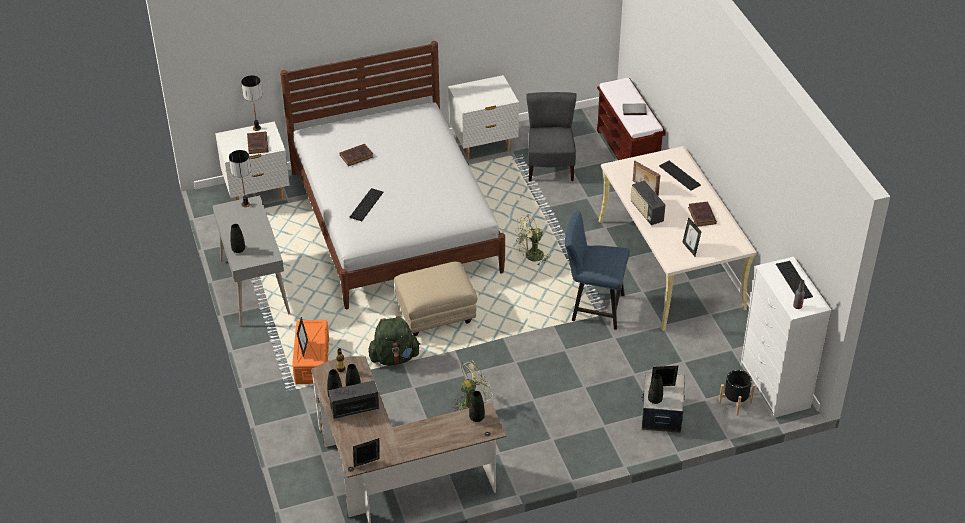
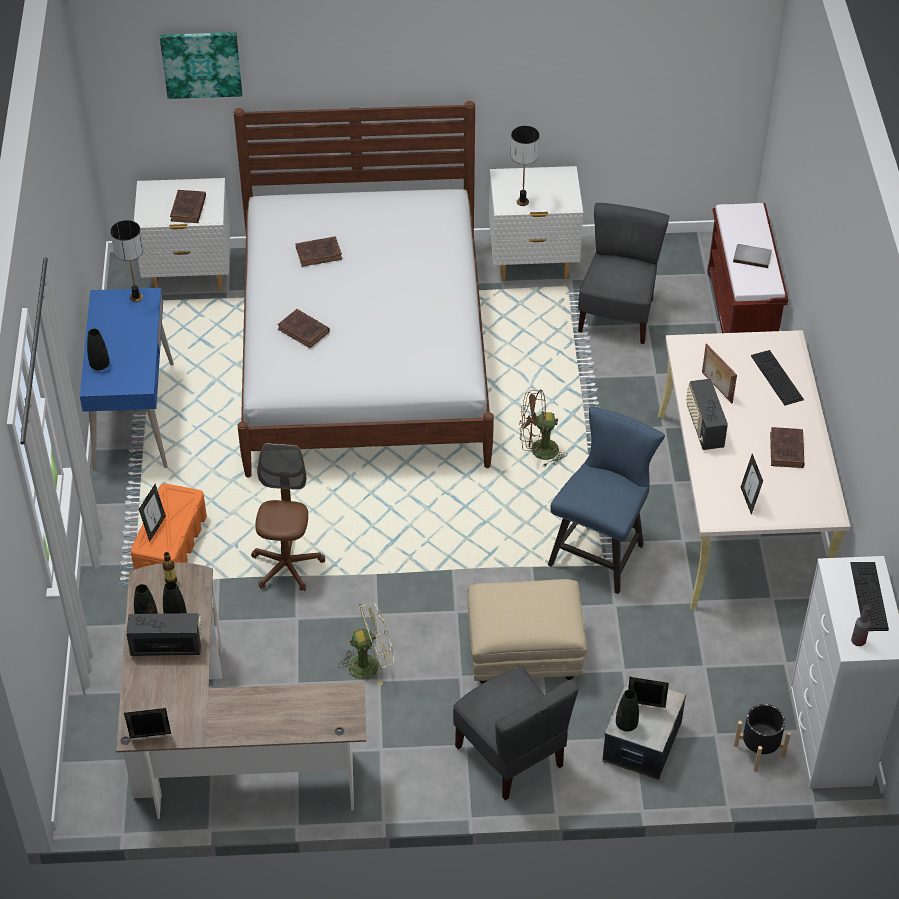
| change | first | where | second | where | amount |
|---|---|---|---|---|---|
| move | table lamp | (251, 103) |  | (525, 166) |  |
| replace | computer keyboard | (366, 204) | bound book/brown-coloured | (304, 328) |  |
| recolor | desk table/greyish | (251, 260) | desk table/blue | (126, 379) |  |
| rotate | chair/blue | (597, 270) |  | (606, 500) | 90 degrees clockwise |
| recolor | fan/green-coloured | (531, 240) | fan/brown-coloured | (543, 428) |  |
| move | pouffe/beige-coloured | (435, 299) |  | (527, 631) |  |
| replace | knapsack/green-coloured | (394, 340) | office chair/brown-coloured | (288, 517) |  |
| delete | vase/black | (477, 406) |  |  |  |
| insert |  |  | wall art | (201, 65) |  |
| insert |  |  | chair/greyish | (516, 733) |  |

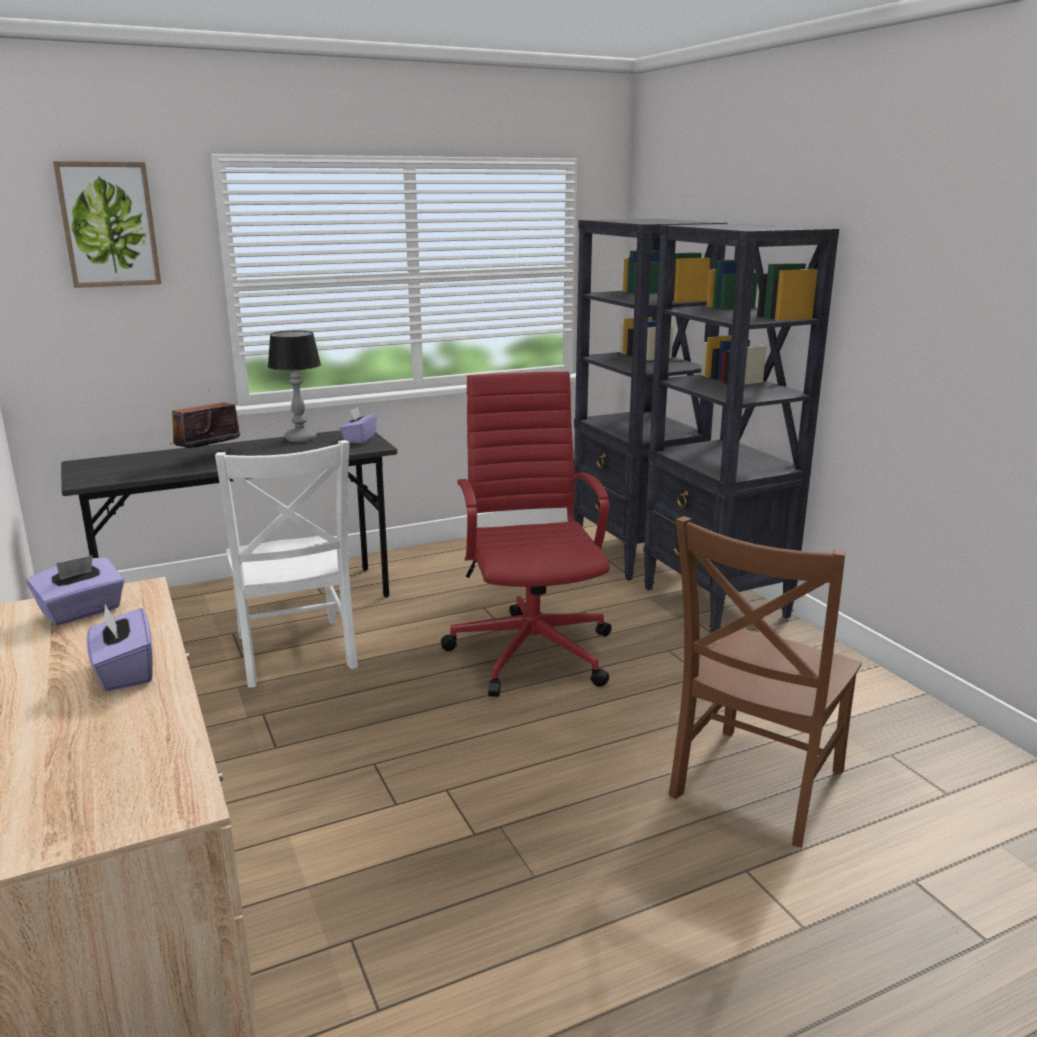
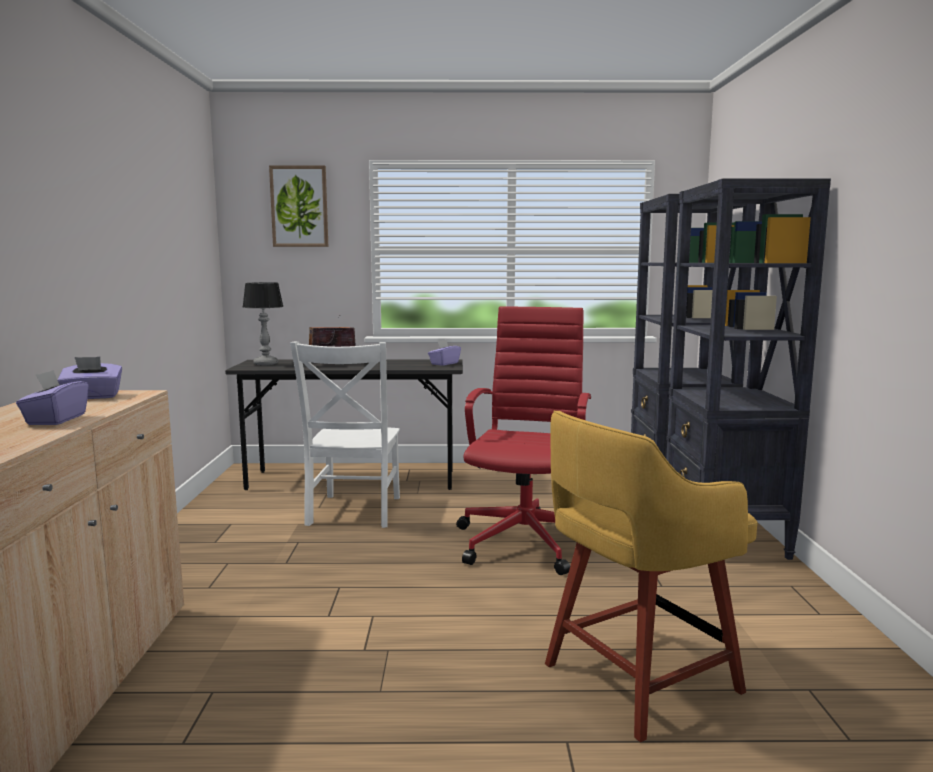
| change | first | where | second | where | amount |
|---|---|---|---|---|---|
| move | table lamp | (294, 386) |  | (263, 323) |  |
| replace | chair/brown-coloured | (765, 682) | stool seat/yellowish | (651, 576) |  |

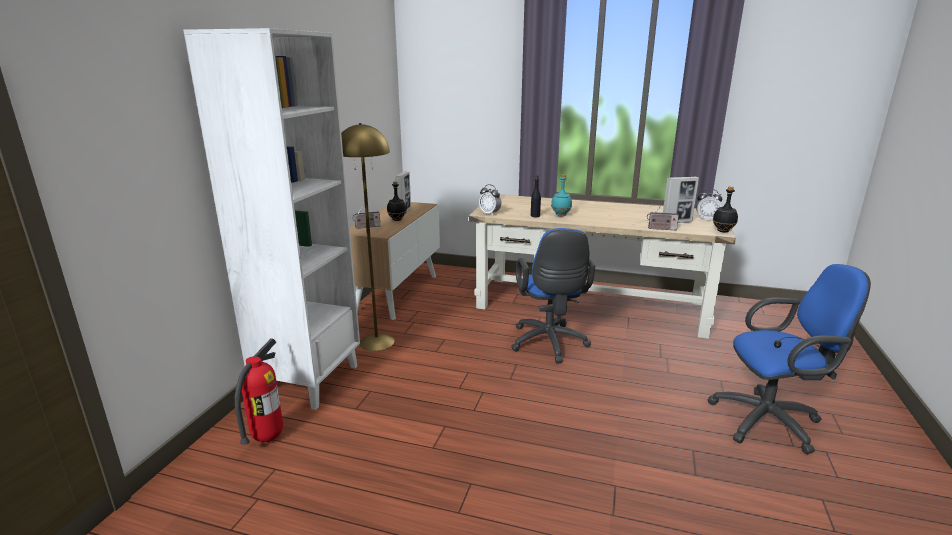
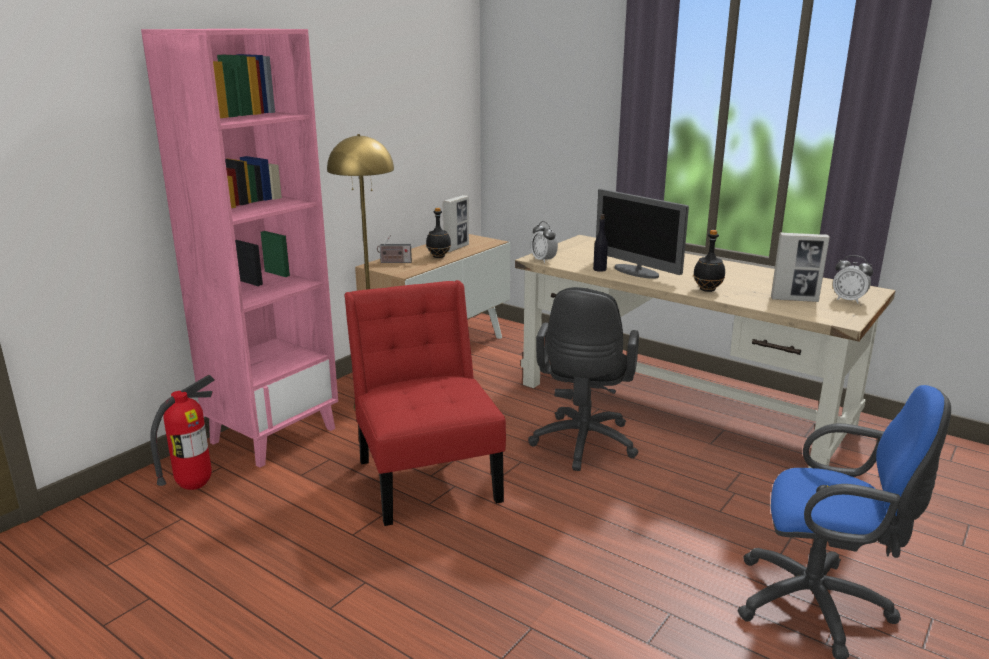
| change | first | where | second | where | amount |
|---|---|---|---|---|---|
| recolor | shelving unit/whitish | (271, 219) | shelving unit/pinkish | (239, 248) |  |
| replace | beverage bottle/blue-green | (561, 195) | monitor | (642, 234) |  |
| move | beverage bottle/black | (725, 209) |  | (709, 261) |  |
| delete | radio receiver | (663, 218) |  |  |  |
| recolor | office chair/blue | (553, 296) | office chair/black | (583, 379) |  |
| insert |  |  | chair/reddish | (425, 403) |  |

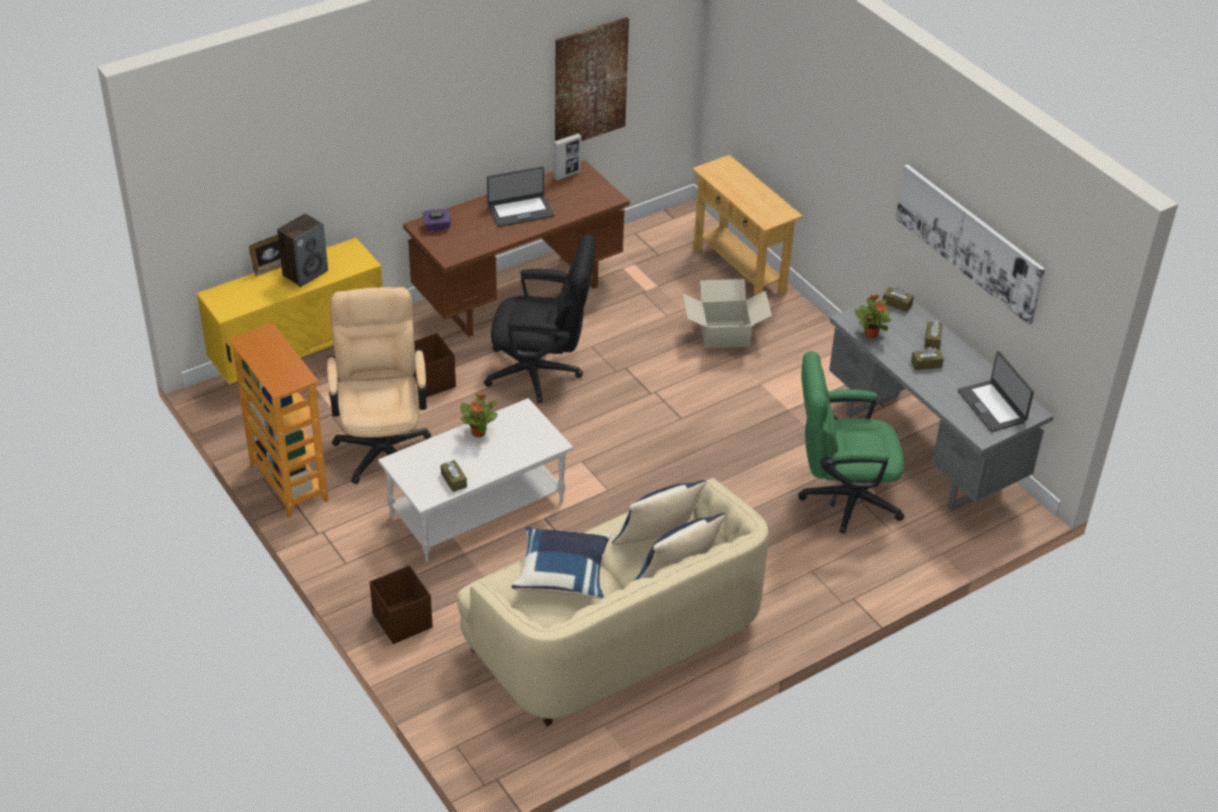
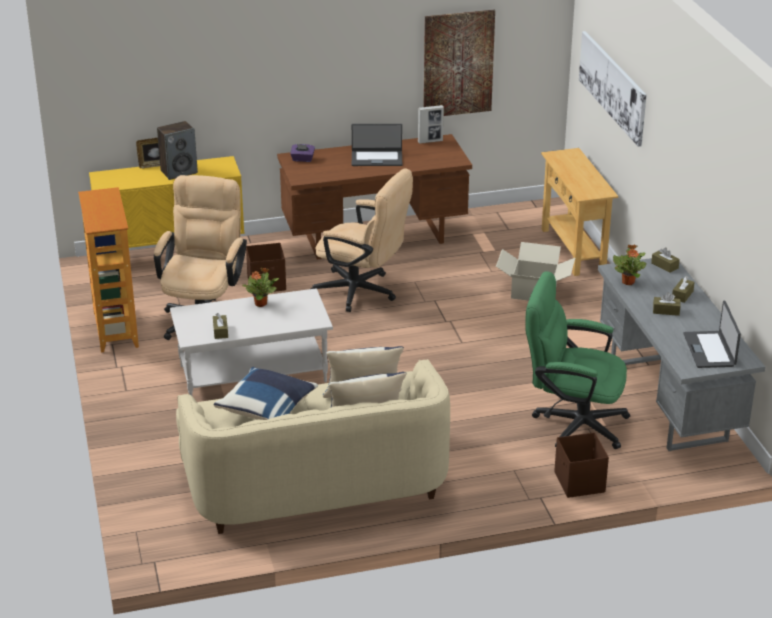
| change | first | where | second | where | amount |
|---|---|---|---|---|---|
| move | wall art | (970, 244) |  | (613, 89) |  |
| recolor | office chair/black | (540, 319) | office chair/beige-coloured | (361, 240) |  |
| move | storage bin/brown-coloured | (401, 604) |  | (581, 465) |  |

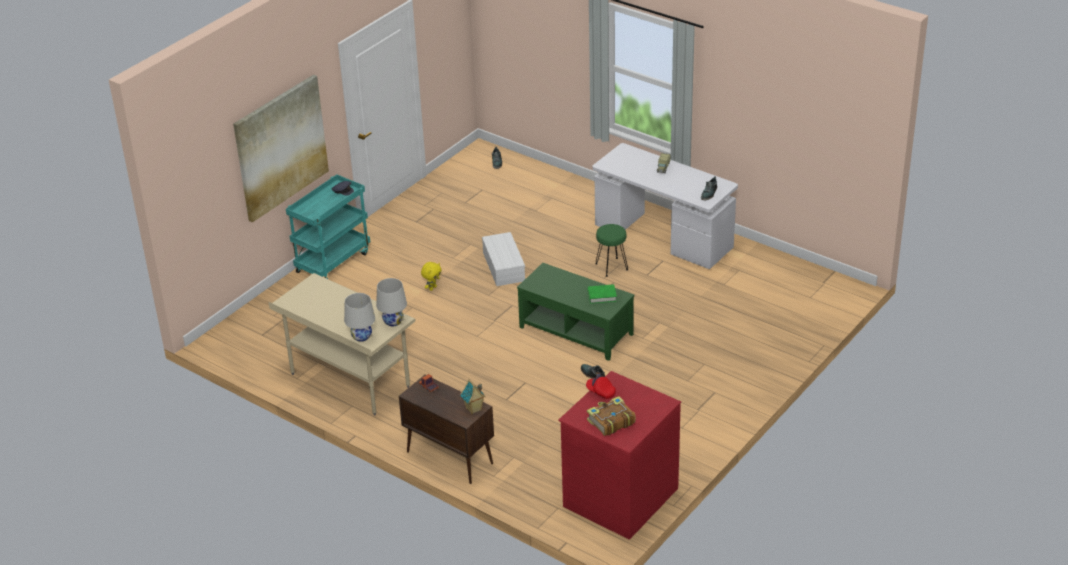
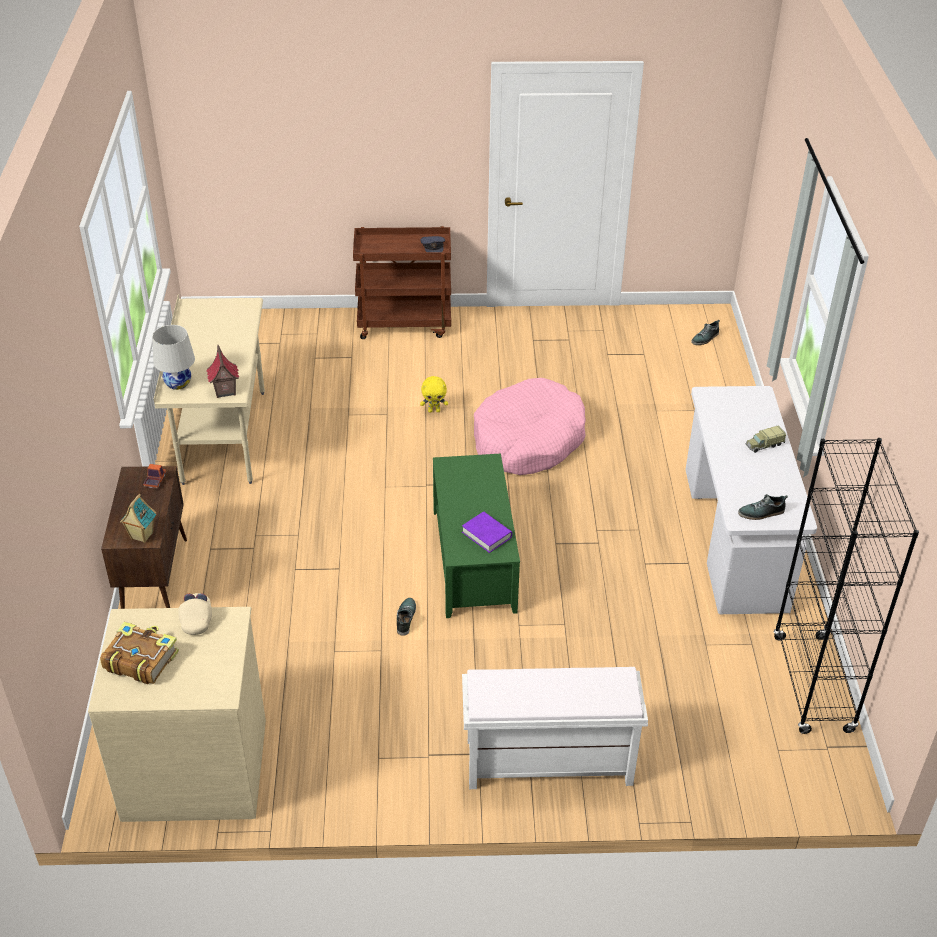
| change | first | where | second | where | amount |
|---|---|---|---|---|---|
| delete | wall art | (281, 149) |  |  |  |
| recolor | wheeled cart/blue-green | (328, 226) | wheeled cart/brown-coloured | (402, 282) |  |
| delete | stool seat/green-coloured | (611, 250) |  |  |  |
| replace | storage bin/whitish | (503, 259) | dog bed/pinkish | (530, 426) |  |
| replace | table lamp/whitish | (391, 302) | model house | (223, 371) |  |
| recolor | bound book/green-coloured | (602, 294) | bound book/purple | (487, 532) |  |
| recolor | chest of drawers/reddish | (619, 455) | chest of drawers/beige-coloured | (177, 714) |  |
| recolor | baseball cap/reddish | (601, 386) | baseball cap/beige-coloured | (195, 614) |  |
| insert |  |  | shelving unit/black | (846, 586) |  |
| insert |  |  | indoor bench/whitish | (555, 728) |  |

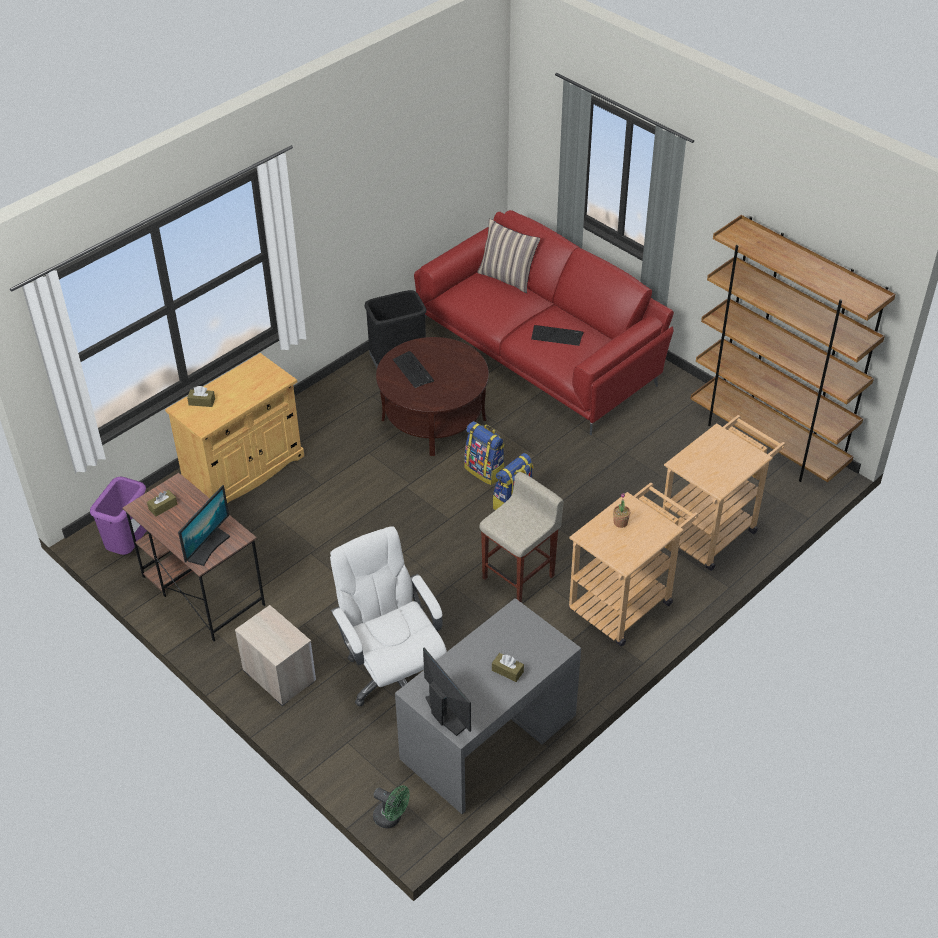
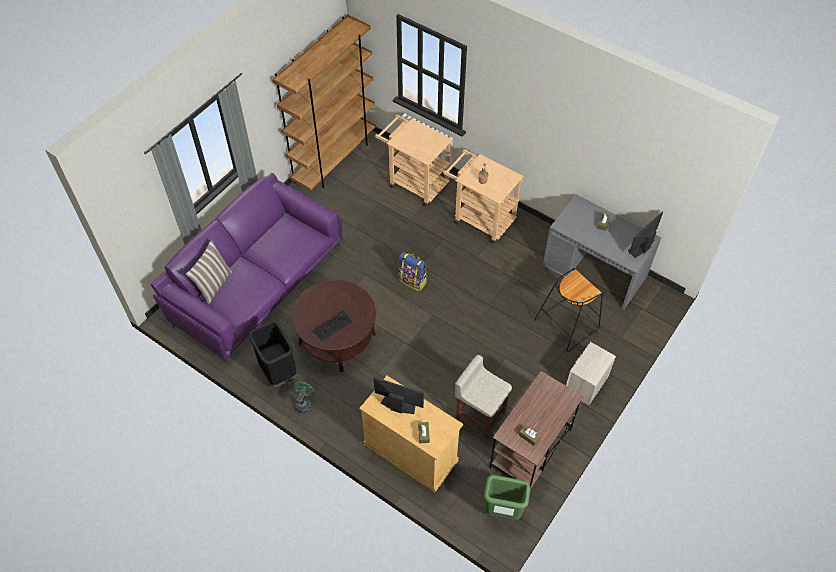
| change | first | where | second | where | amount |
|---|---|---|---|---|---|
| recolor | sofa/reddish | (544, 322) | sofa/purple | (247, 269) |  |
| delete | computer keyboard | (557, 335) |  |  |  |
| delete | knapsack | (484, 453) |  |  |  |
| move | stool seat/beige-coloured | (521, 537) |  | (483, 397) |  |
| recolor | rubbish bin/purple | (118, 516) | rubbish bin/green-coloured | (507, 497) |  |
| move | monitor | (204, 525) |  | (398, 395) |  |
| replace | office chair/whitish | (388, 616) | stool seat/black | (568, 310) |  |
| move | fan/green-coloured | (391, 806) |  | (304, 397) |  |

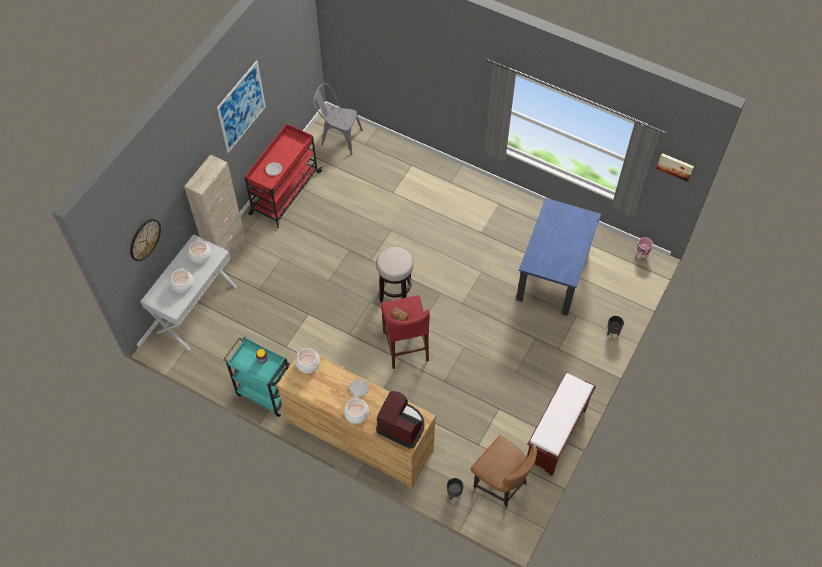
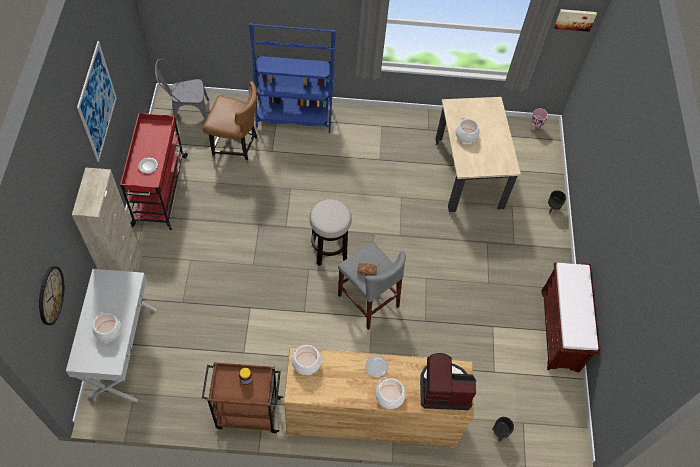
| change | first | where | second | where | amount |
|---|---|---|---|---|---|
| recolor | dining table/blue | (558, 257) | dining table/beige-coloured | (478, 154) |  |
| move | cooking pot | (199, 251) |  | (467, 130) |  |
| recolor | stool seat/reddish | (405, 332) | stool seat/greyish | (372, 286) |  |
| recolor | wheeled cart/blue-green | (256, 377) | wheeled cart/brown-coloured | (242, 397) |  |
| move | chair/brown-coloured | (504, 472) |  | (231, 122) |  |
| insert |  |  | shelving unit/blue | (292, 78) |  |

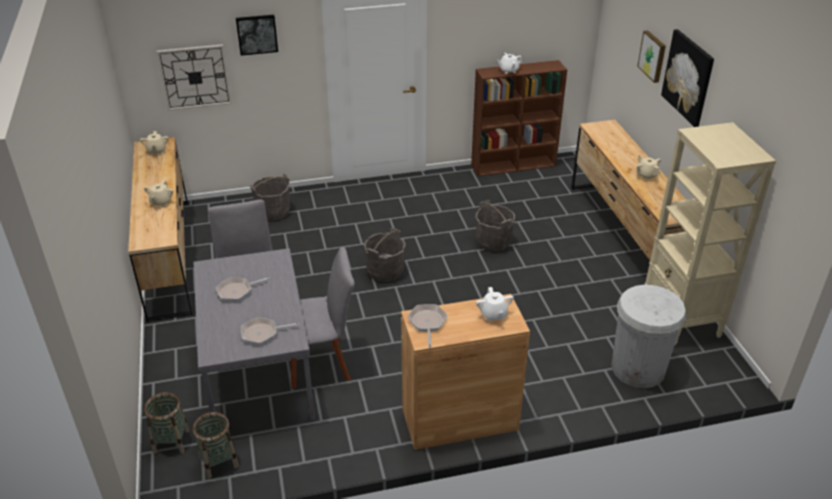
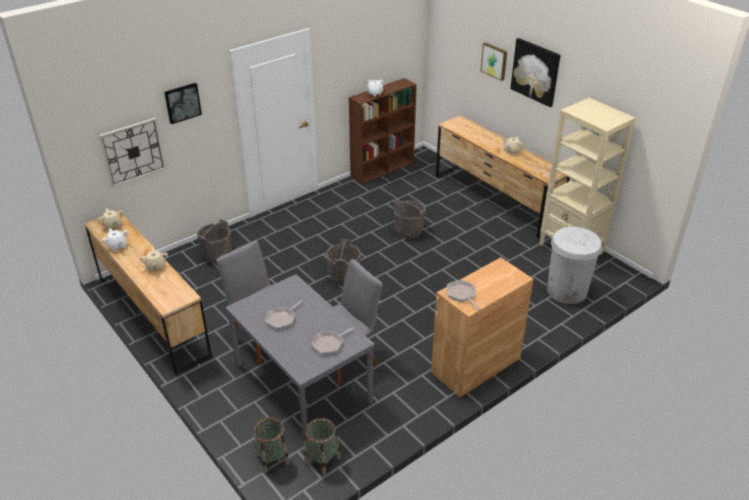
| change | first | where | second | where | amount |
|---|---|---|---|---|---|
| move | pot for tea/whitish | (495, 304) |  | (115, 240) |  |

